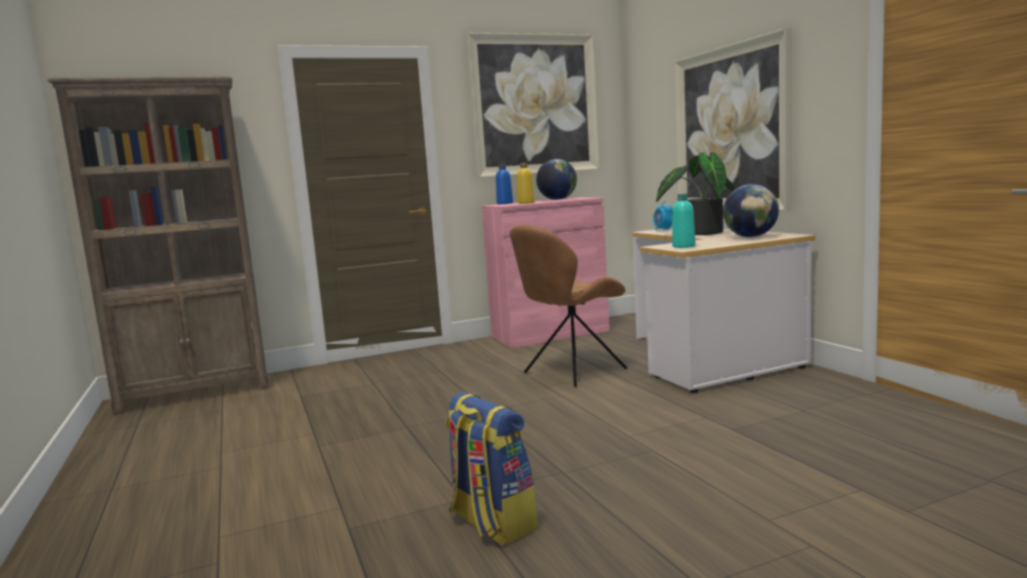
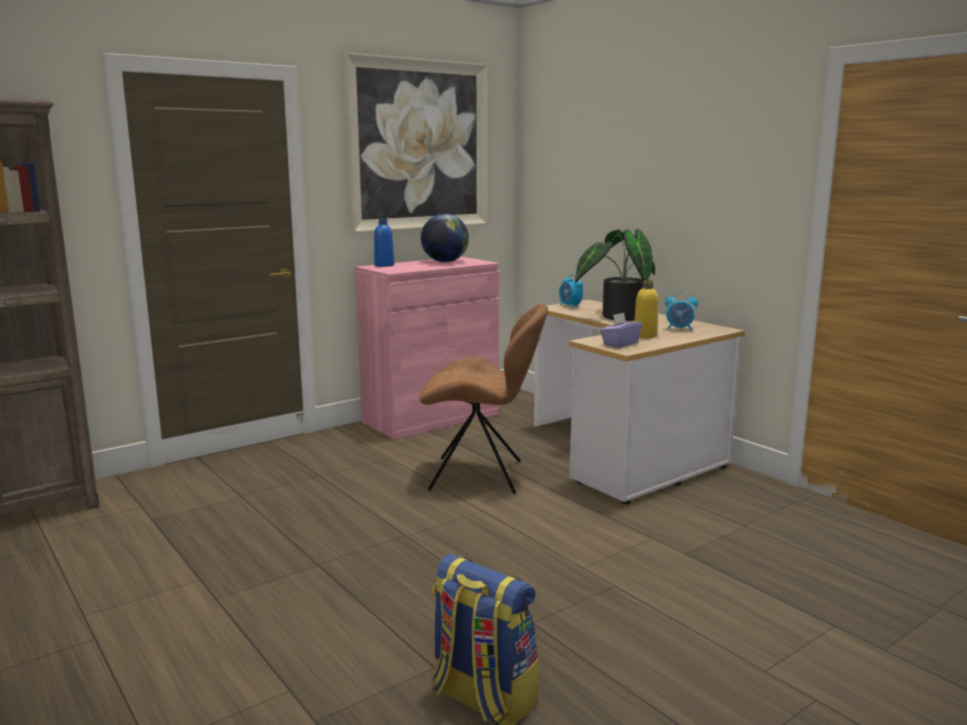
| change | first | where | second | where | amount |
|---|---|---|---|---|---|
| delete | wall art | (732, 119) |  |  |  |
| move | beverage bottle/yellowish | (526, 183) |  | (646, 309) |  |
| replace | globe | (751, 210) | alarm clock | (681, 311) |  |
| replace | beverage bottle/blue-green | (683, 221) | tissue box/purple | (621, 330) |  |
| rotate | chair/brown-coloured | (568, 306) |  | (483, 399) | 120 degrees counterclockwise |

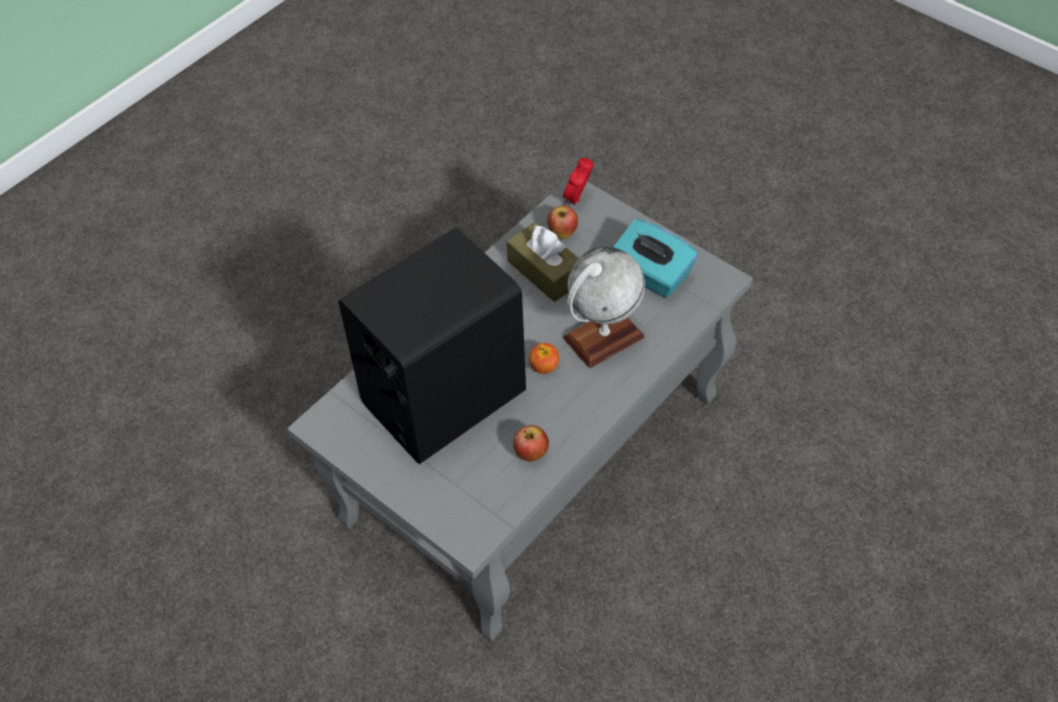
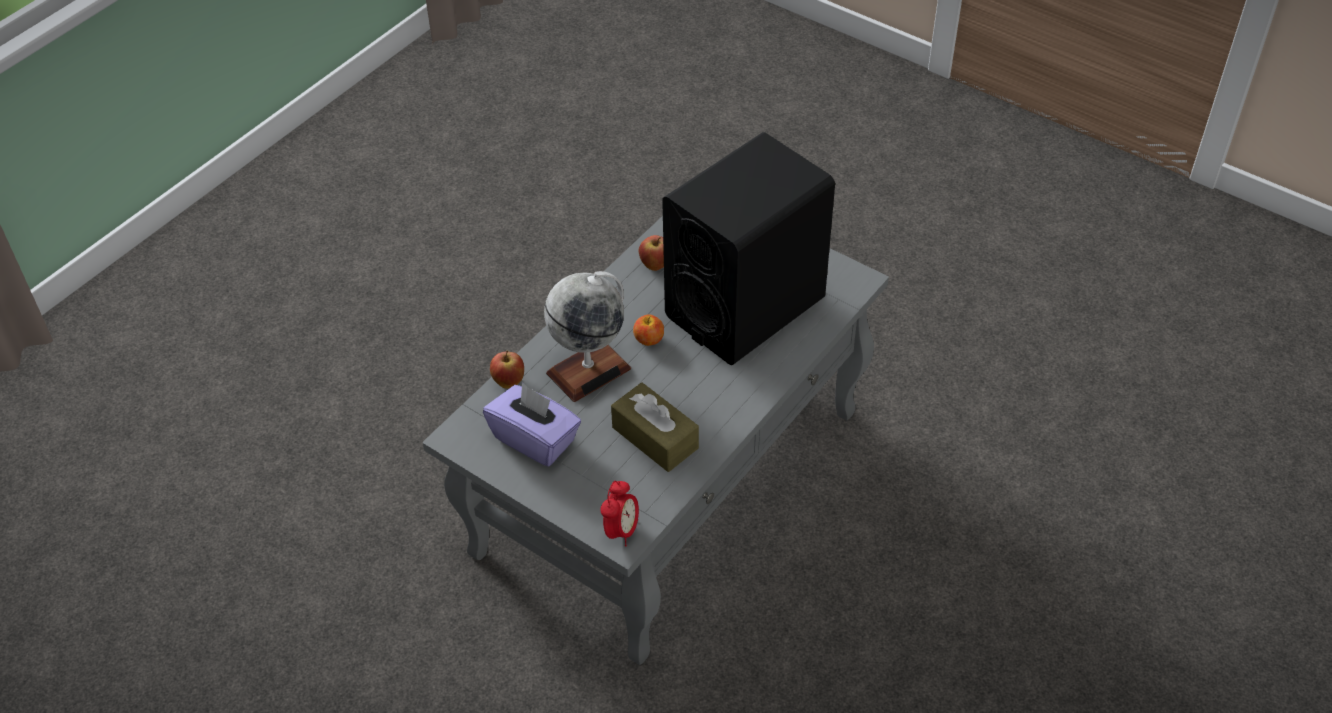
| change | first | where | second | where | amount |
|---|---|---|---|---|---|
| move | whole apple | (562, 222) |  | (507, 369) |  |
| recolor | tissue box/blue-green | (656, 258) | tissue box/purple | (532, 425) |  |

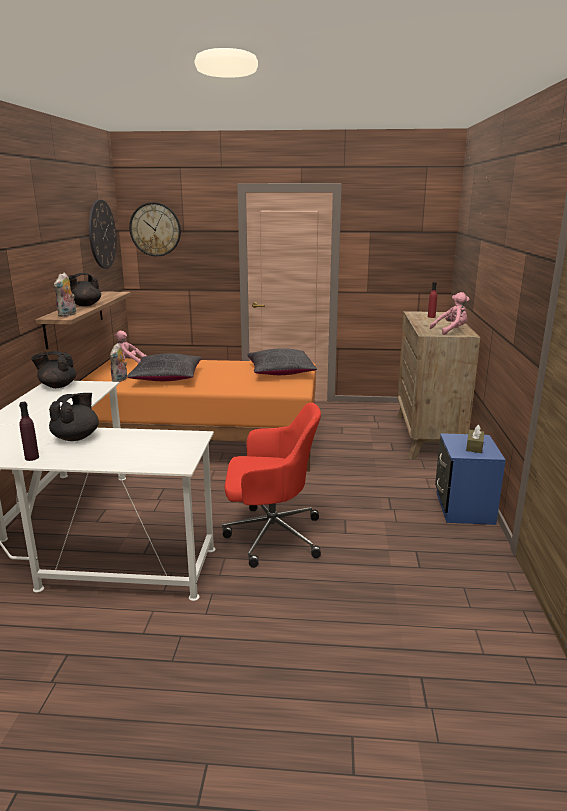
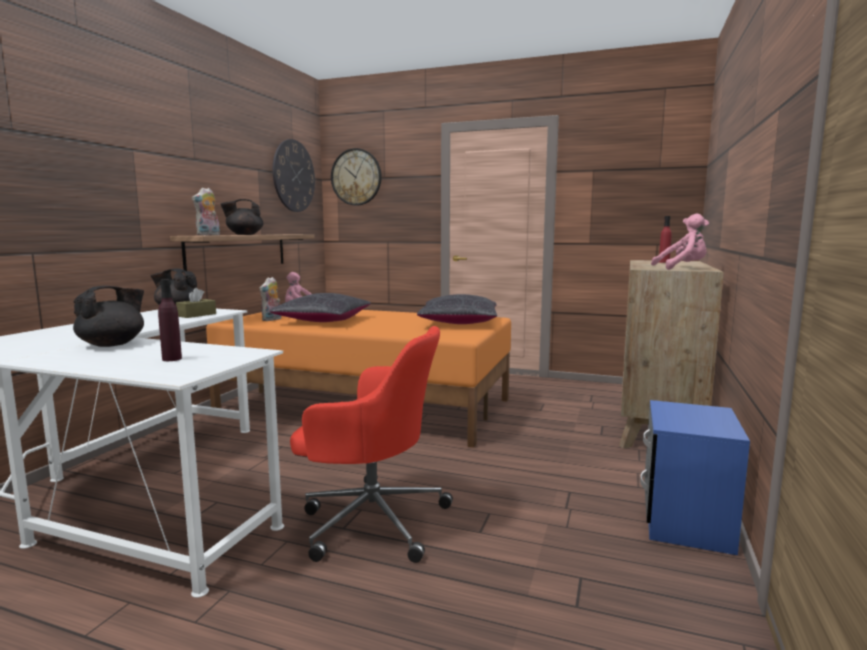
| change | first | where | second | where | amount |
|---|---|---|---|---|---|
| move | beverage bottle/purple | (29, 431) |  | (170, 320) |  |
| move | tissue box/brown-coloured | (475, 439) |  | (196, 303) |  |

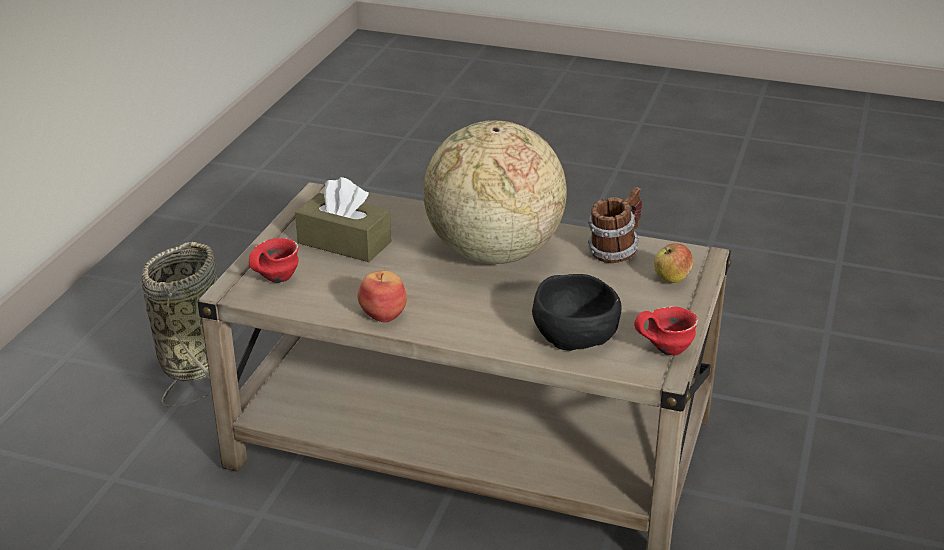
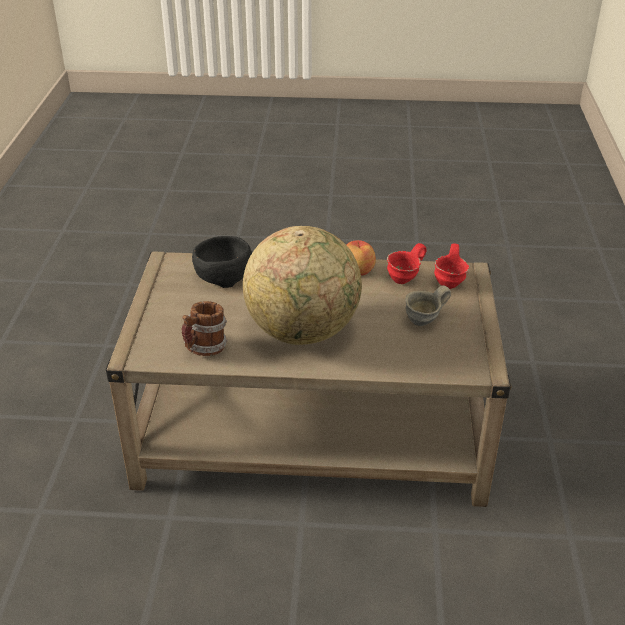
| change | first | where | second | where | amount |
|---|---|---|---|---|---|
| replace | tissue box/brown-coloured | (343, 219) | coffee mug/greyish | (428, 306) |  |
| delete | household basket | (179, 324) |  |  |  |
| delete | whole apple | (673, 263) |  |  |  |
| move | coffee mug/reddish | (666, 331) |  | (407, 263) |  |

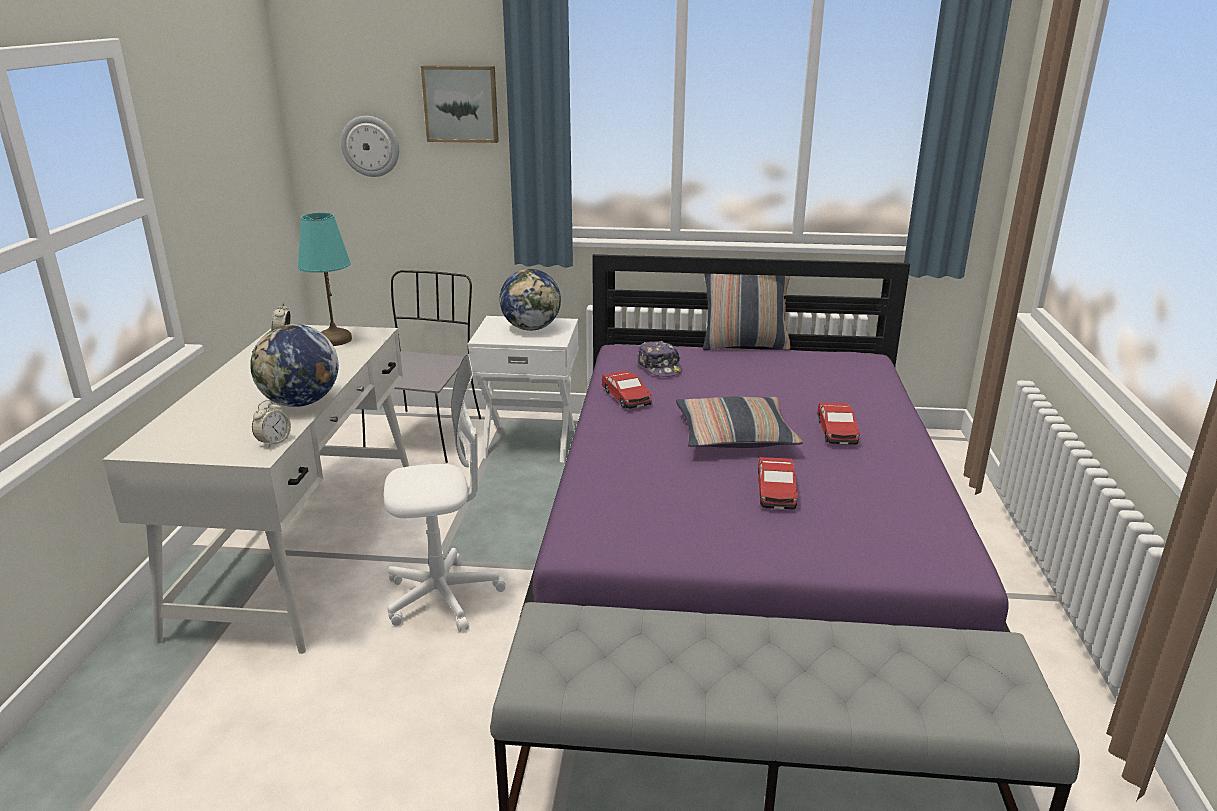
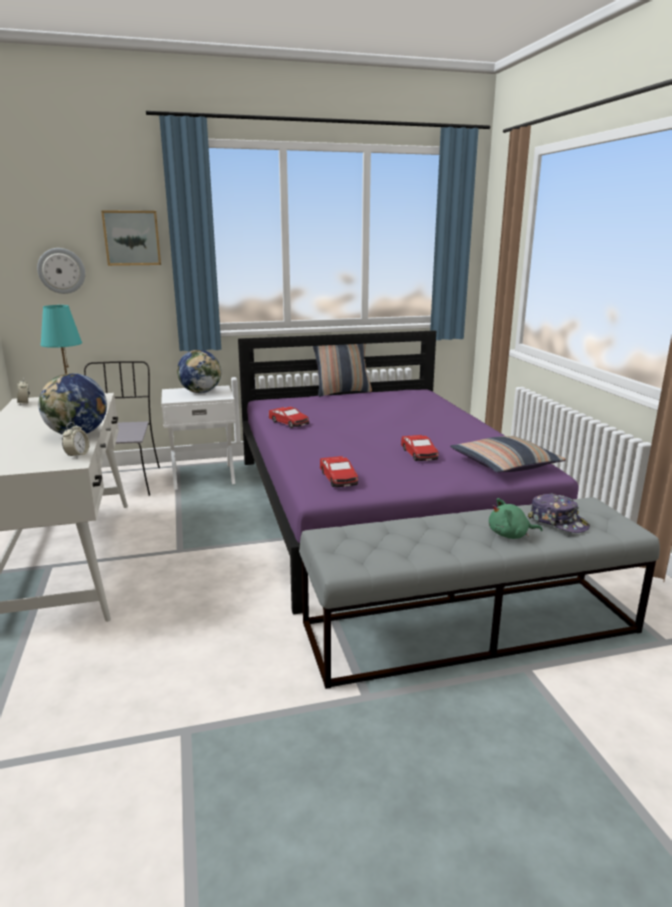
| change | first | where | second | where | amount |
|---|---|---|---|---|---|
| move | baseball cap | (659, 359) |  | (559, 513) |  |
| delete | office chair/whitish | (445, 493) |  |  |  |
| move | throw pillow | (739, 422) |  | (508, 454) |  |
| move | miniature car | (838, 423) |  | (339, 471) |  |
| insert |  |  | cuddly toy/green-coloured | (515, 518) |  |

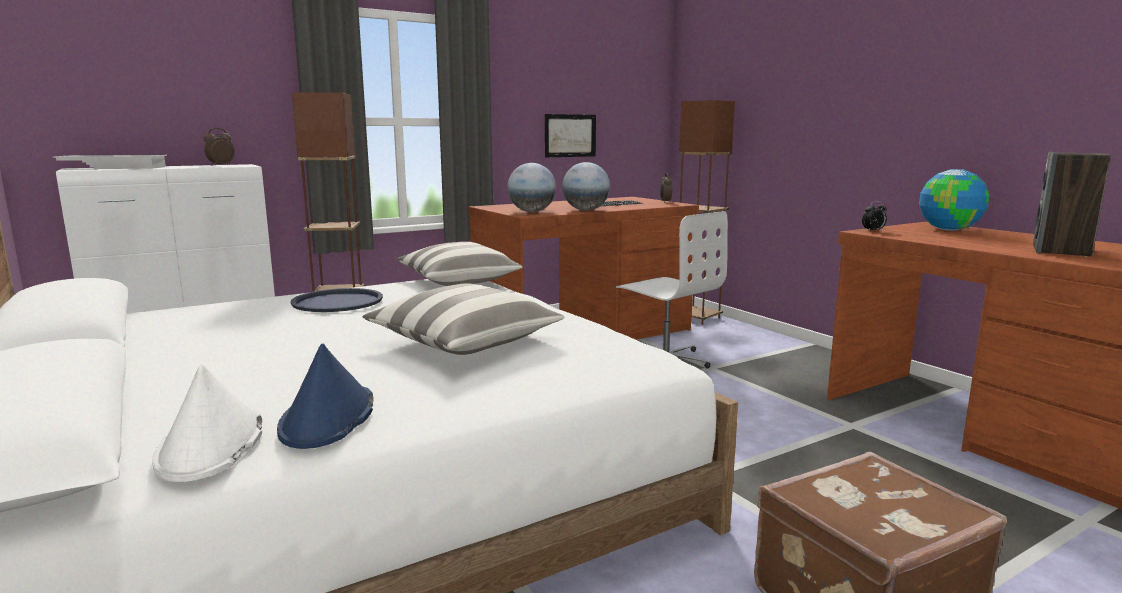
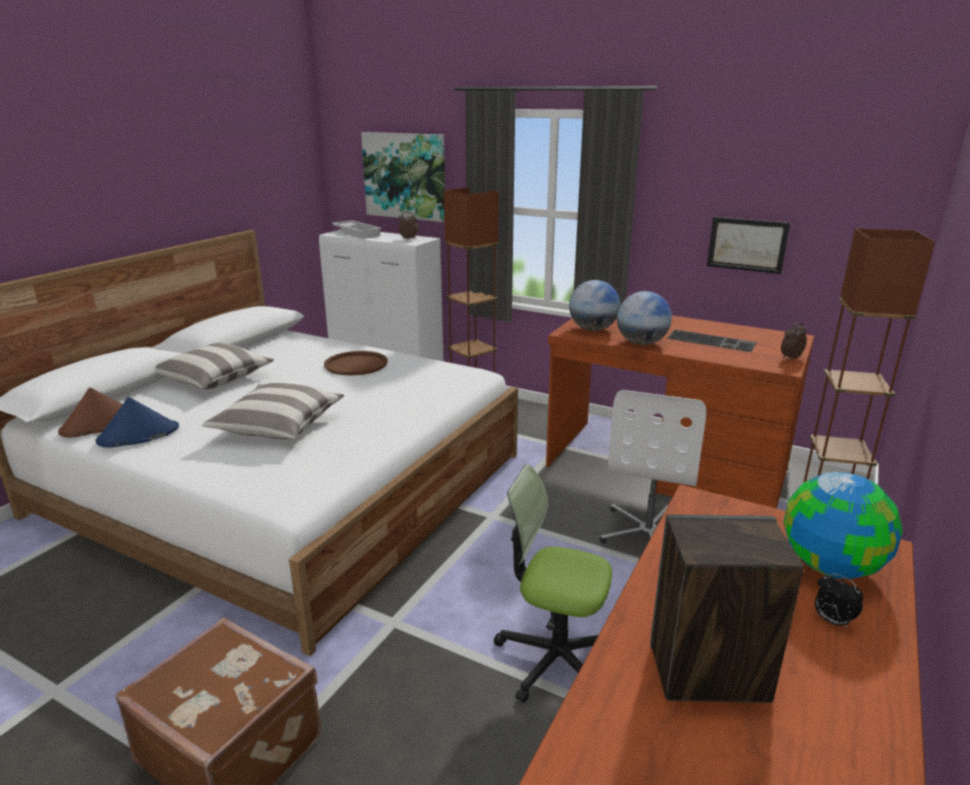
| change | first | where | second | where | amount |
|---|---|---|---|---|---|
| move | alarm clock | (874, 216) |  | (839, 601) |  |
| move | throw pillow | (460, 264) |  | (214, 366) |  |
| recolor | carrying tray/blue | (336, 300) | carrying tray/brown-coloured | (356, 363) |  |
| recolor | hat/whitish | (207, 423) | hat/brown-coloured | (90, 412) |  |
| insert |  |  | wall art | (403, 177) |  |
| insert |  |  | office chair | (553, 583) |  |

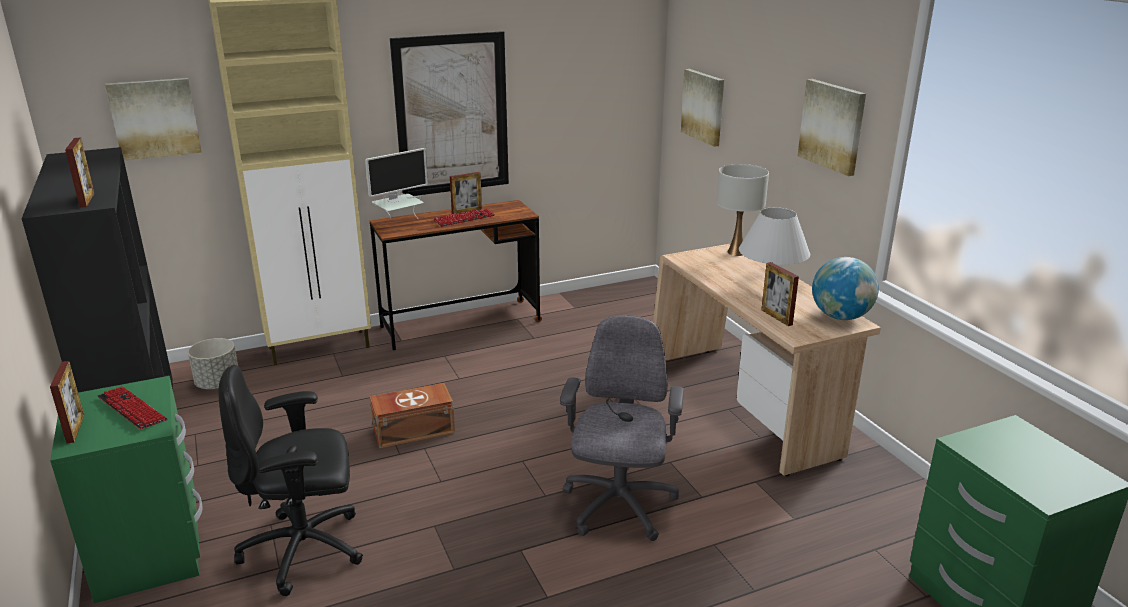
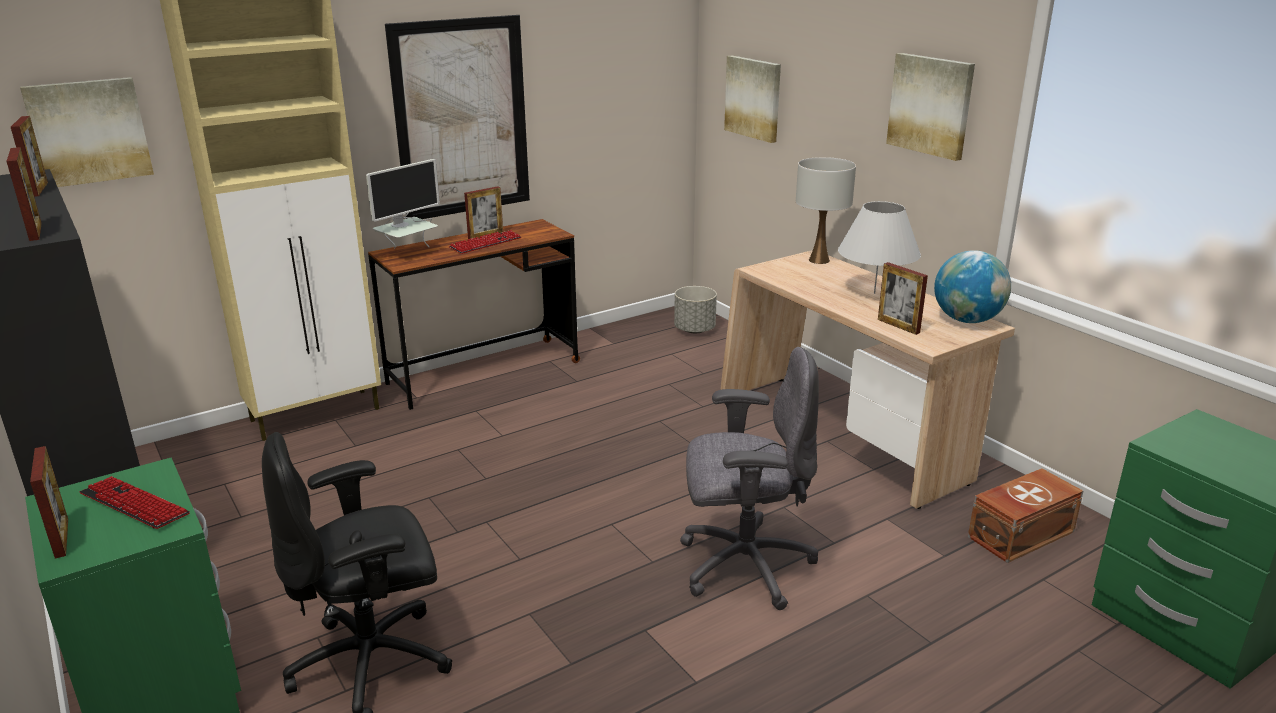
| change | first | where | second | where | amount |
|---|---|---|---|---|---|
| rotate | office chair/greyish | (622, 428) |  | (749, 478) | 90 degrees clockwise |
| move | planter/greyish | (213, 363) |  | (695, 309) |  |
| move | storage bin/brown-coloured | (412, 415) |  | (1025, 515) |  |
| insert |  |  | photo frame | (29, 156) |  |

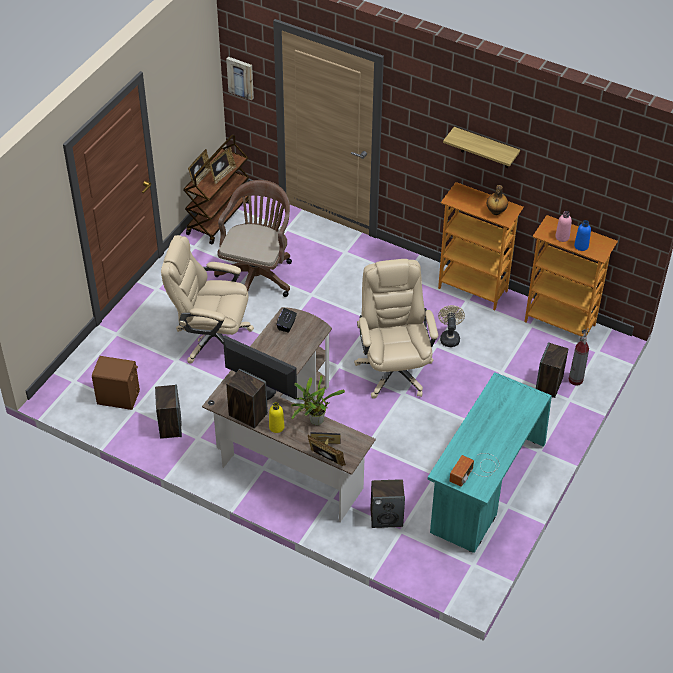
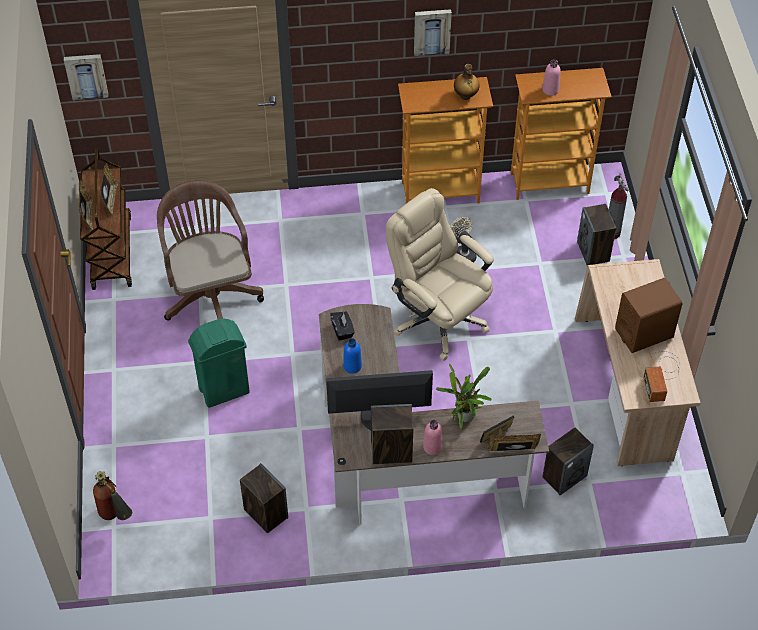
| change | first | where | second | where | amount |
|---|---|---|---|---|---|
| replace | bracket shelf | (481, 147) | wall art | (433, 32) |  |
| move | beverage bottle/blue | (582, 235) |  | (352, 356) |  |
| replace | office chair/beige-coloured | (207, 299) | rubbish bin/green-coloured | (219, 363) |  |
| move | speaker/brown-coloured | (116, 383) |  | (648, 315) |  |
| recolor | desk table/blue-green | (490, 462) | desk table/beige-coloured | (638, 362) |  |
| recolor | beverage bottle/yellowish | (277, 417) | beverage bottle/pinkish | (432, 437) |  |
| insert |  |  | fire extinguisher | (112, 495) |  |

